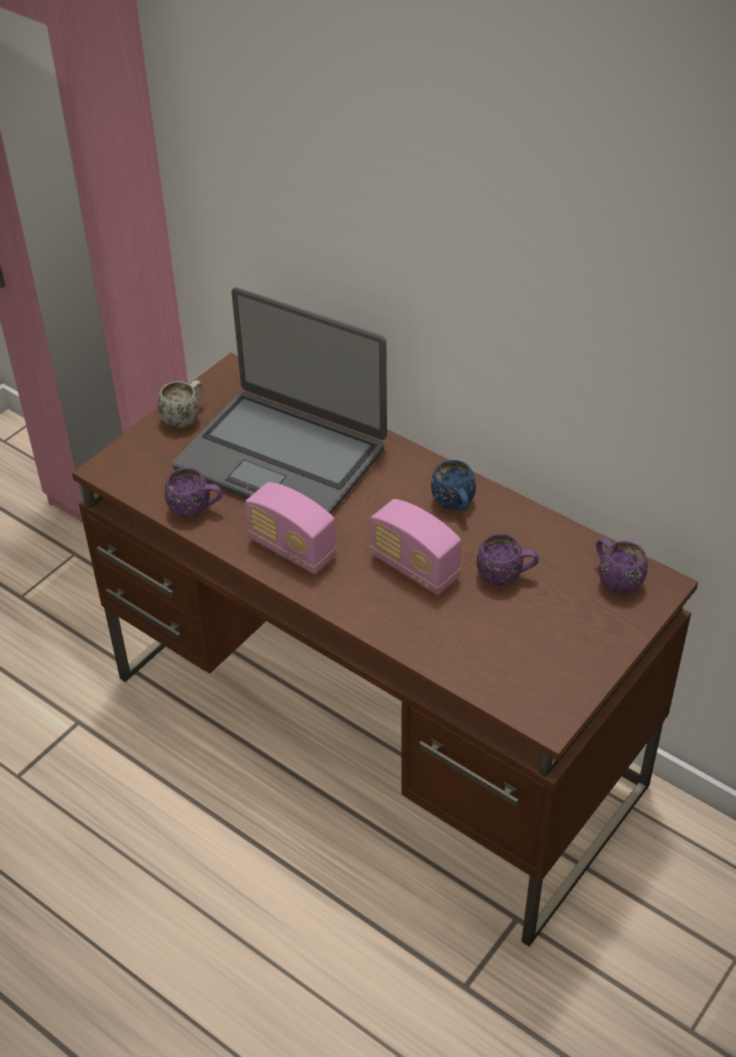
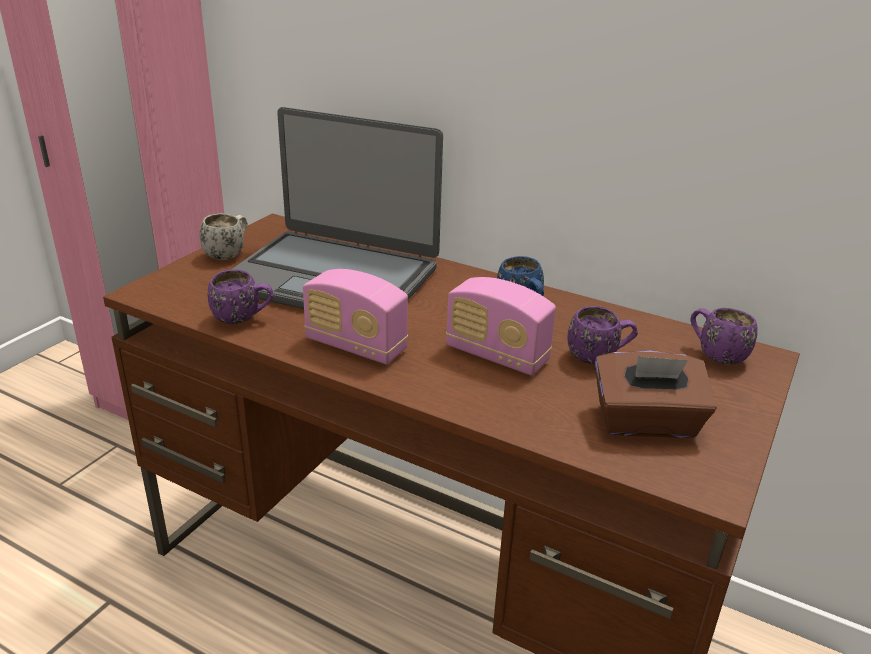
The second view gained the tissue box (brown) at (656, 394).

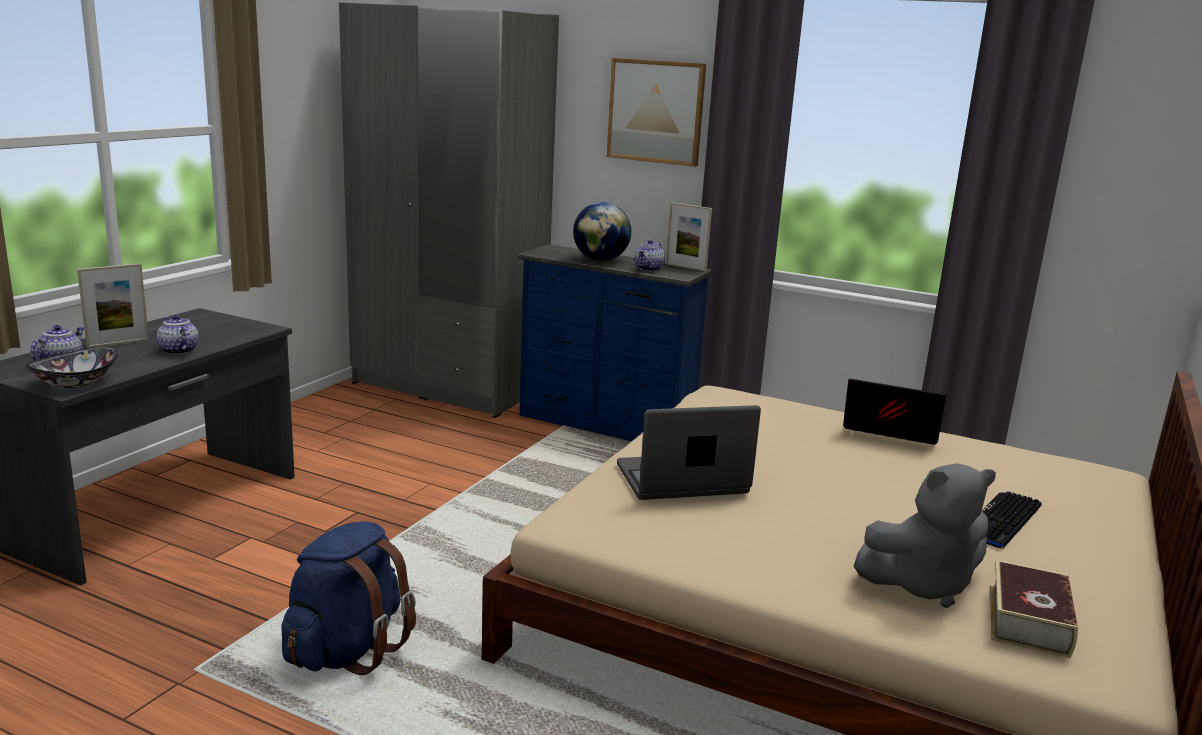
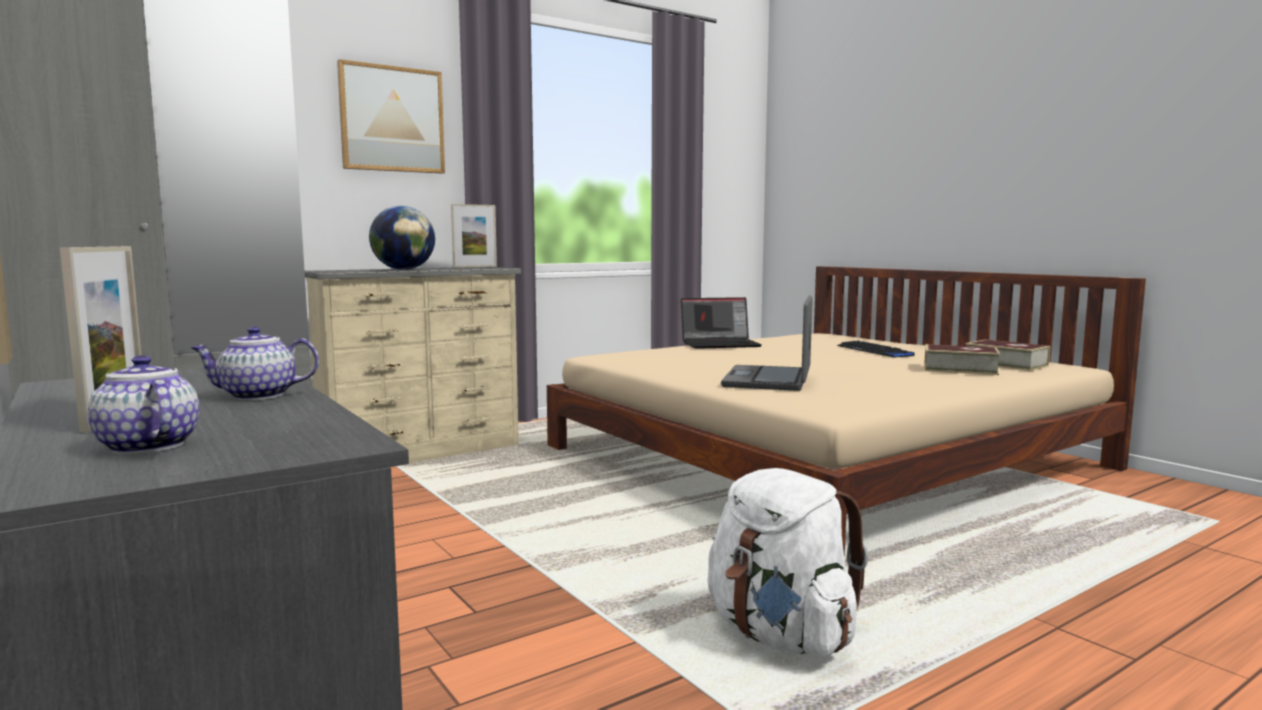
The second view lost the bowl at (72, 367).
What was the backpack (blue) at (348, 598) turned into the backpack (white) at (787, 562).
What was the dresser (blue) at (615, 342) turned into the dresser (beige) at (413, 365).
The second view lost the teapot at (650, 255).
The laptop at (894, 412) ended up facing another way, 150 degrees counterclockwise from before.
Where the plush toy (grey) stood at (925, 535), the book came to stand at (962, 359).

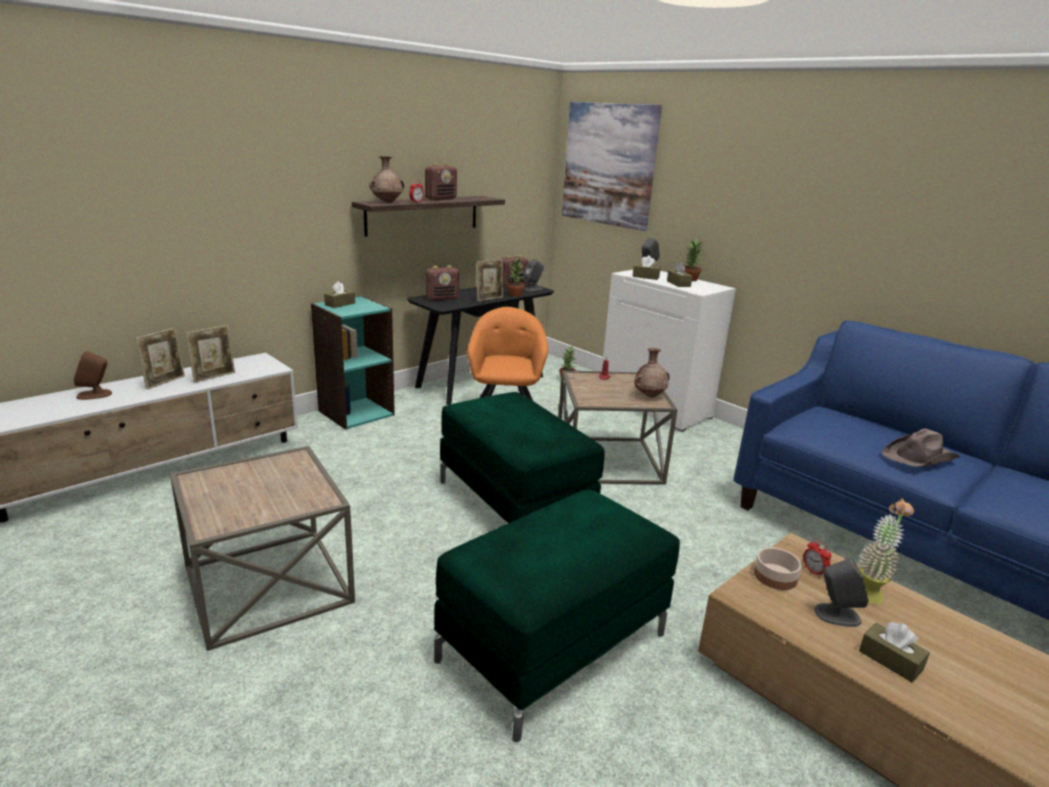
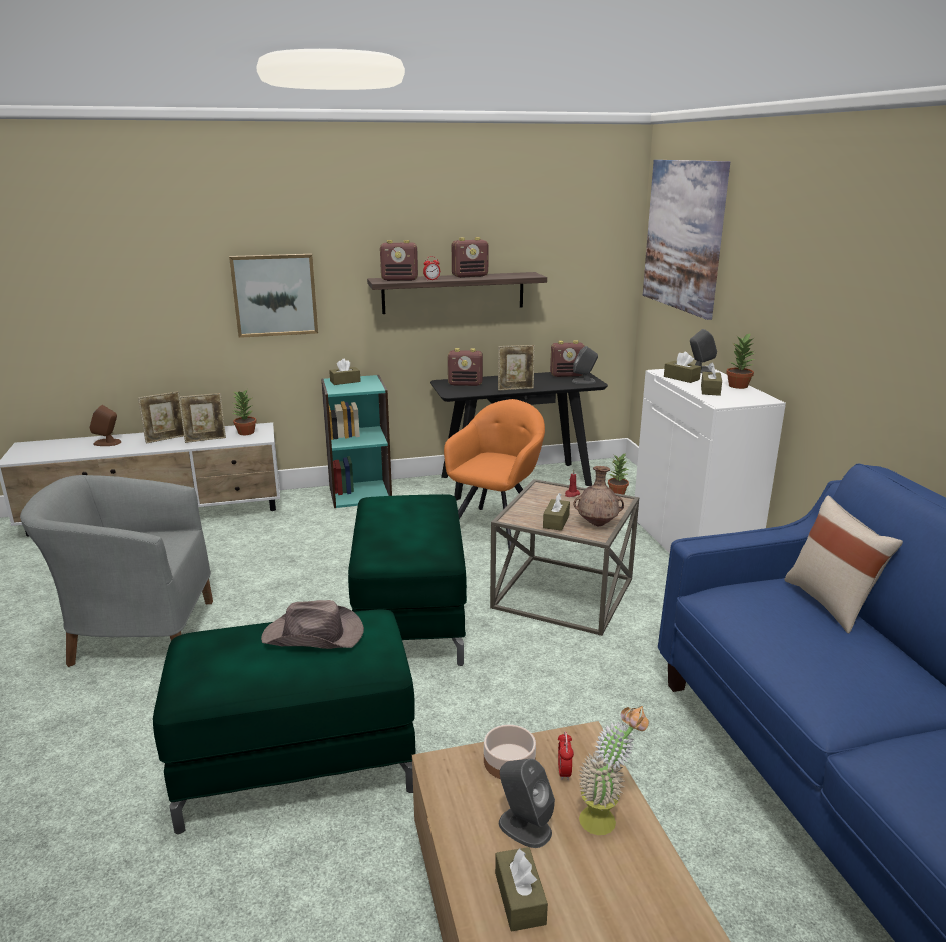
Where the side table (brown) stood at (262, 548), the armchair (grey) came to stand at (116, 571).
Where the vase (brown) stood at (386, 179), the radio came to stand at (399, 260).
The potted plant ended up elsewhere, having gone from (516, 278) to (245, 412).
The hat (brown) ended up elsewhere, having gone from (920, 447) to (312, 624).
The second view gained the picture at (273, 296).
The second view gained the tissue box (brown) at (556, 512).
The second view gained the pillow (beige) at (844, 564).

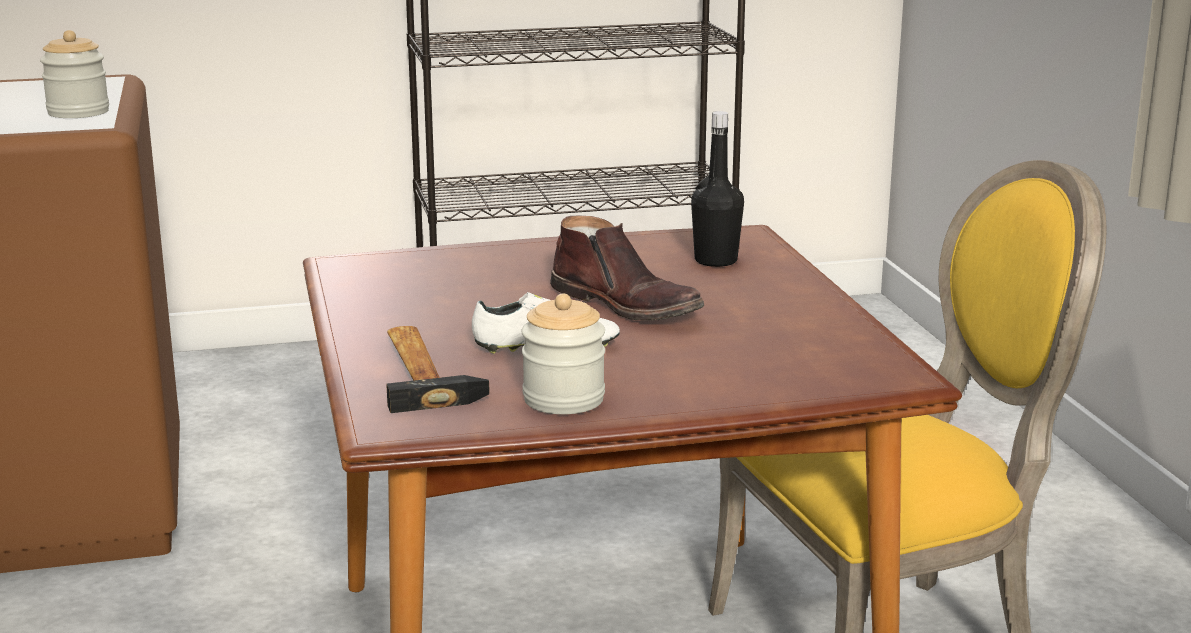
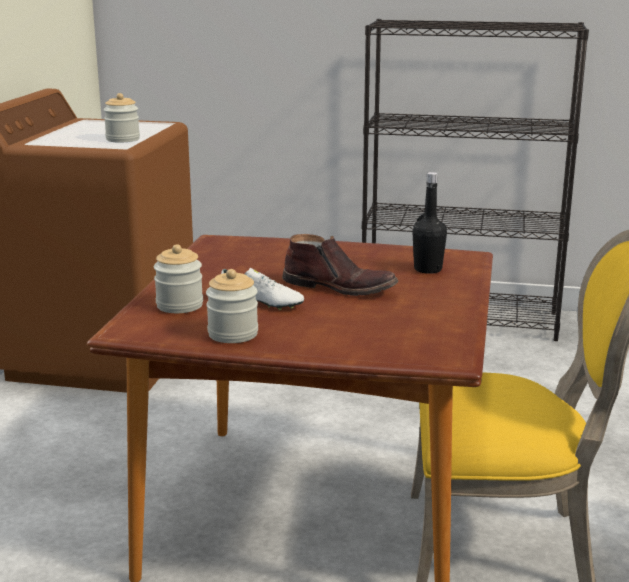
Where the hammer stood at (437, 369), the jar came to stand at (178, 278).
The boot (brown) at (627, 268) ended up facing another way, 45 degrees counterclockwise from before.

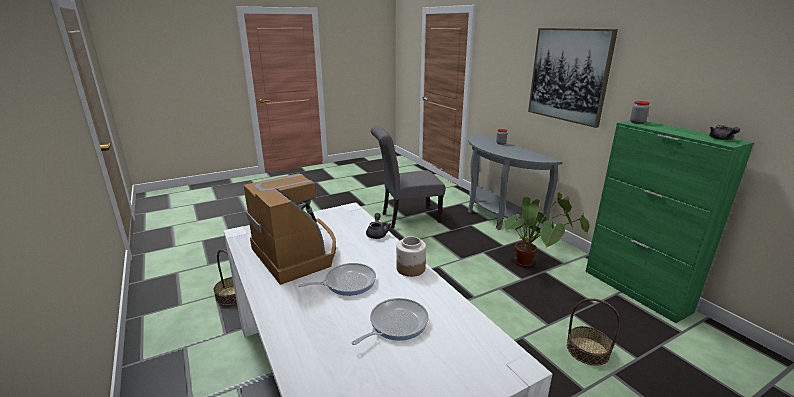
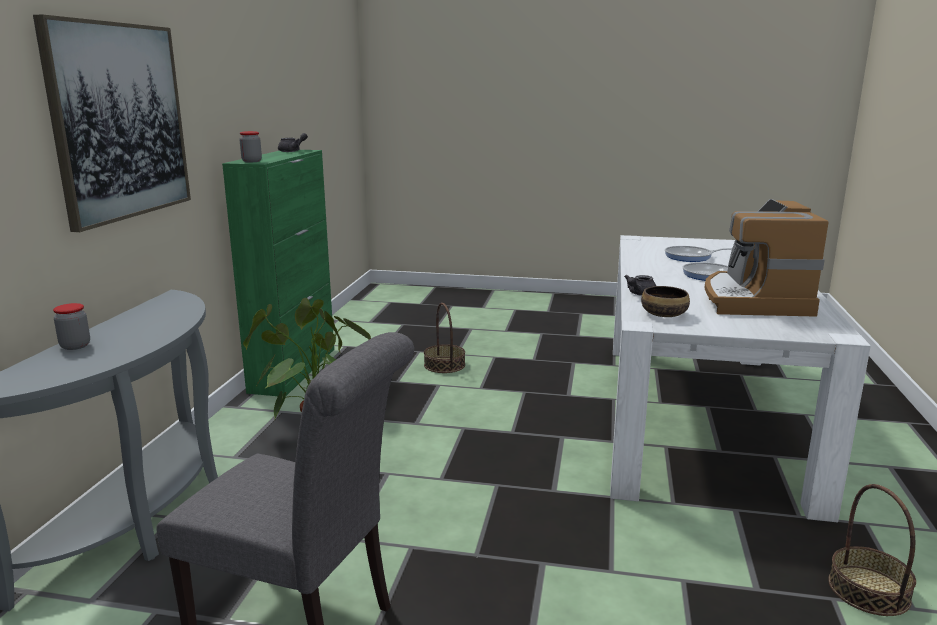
The second view lost the jar at (411, 256).
The second view gained the bowl at (665, 301).

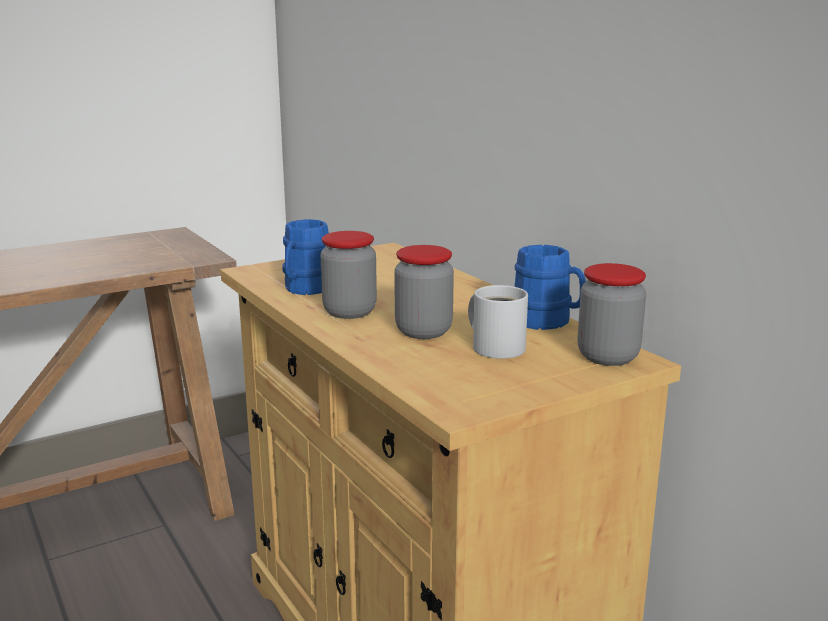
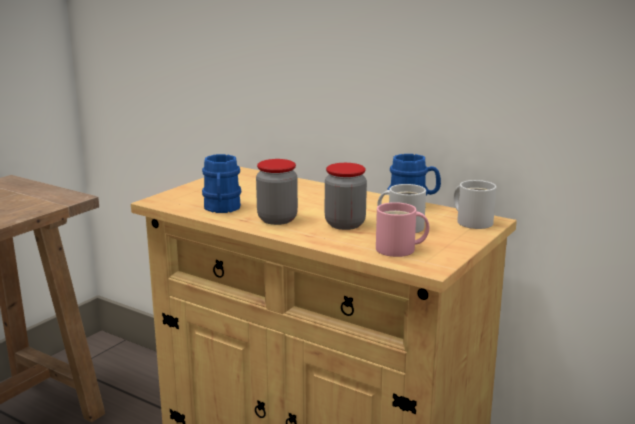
Where the jar stood at (611, 314), the mug (white) came to stand at (475, 204).
The second view gained the mug (pink) at (402, 229).

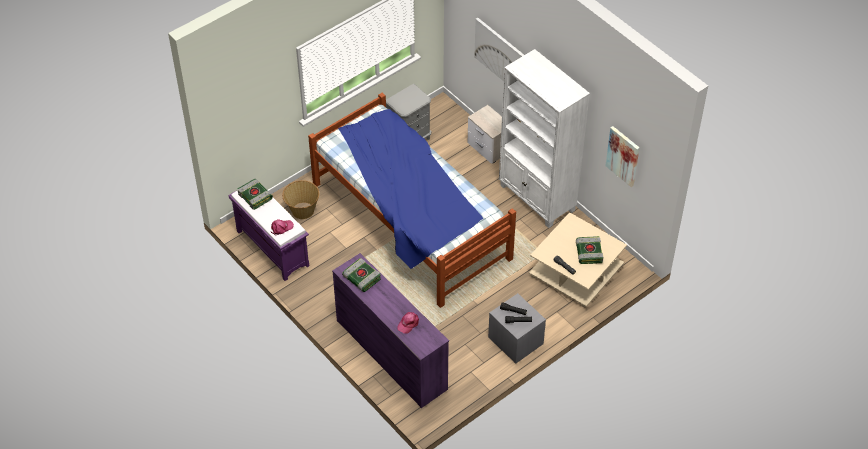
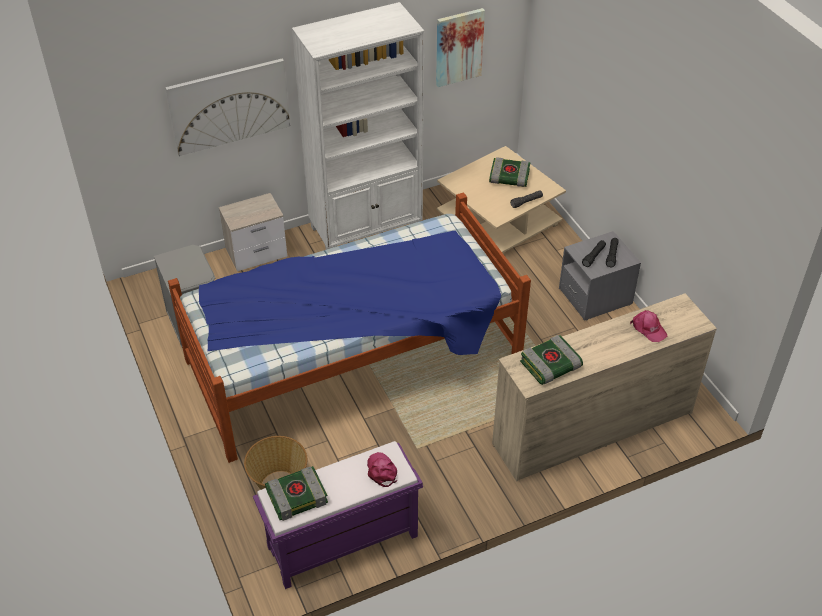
What was the dresser (purple) at (390, 330) turned into the dresser (beige) at (604, 387).

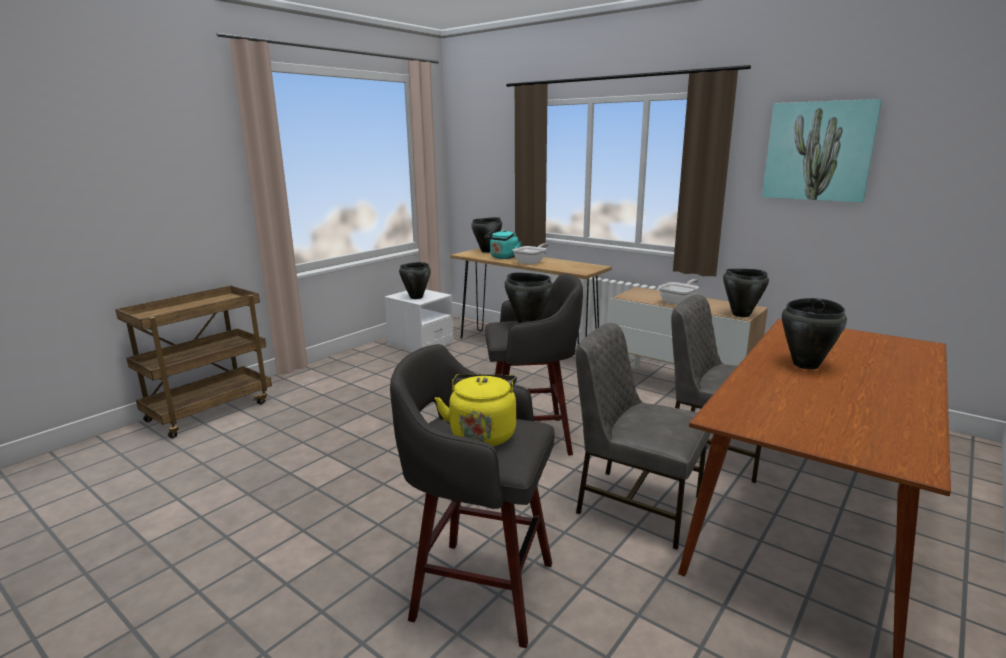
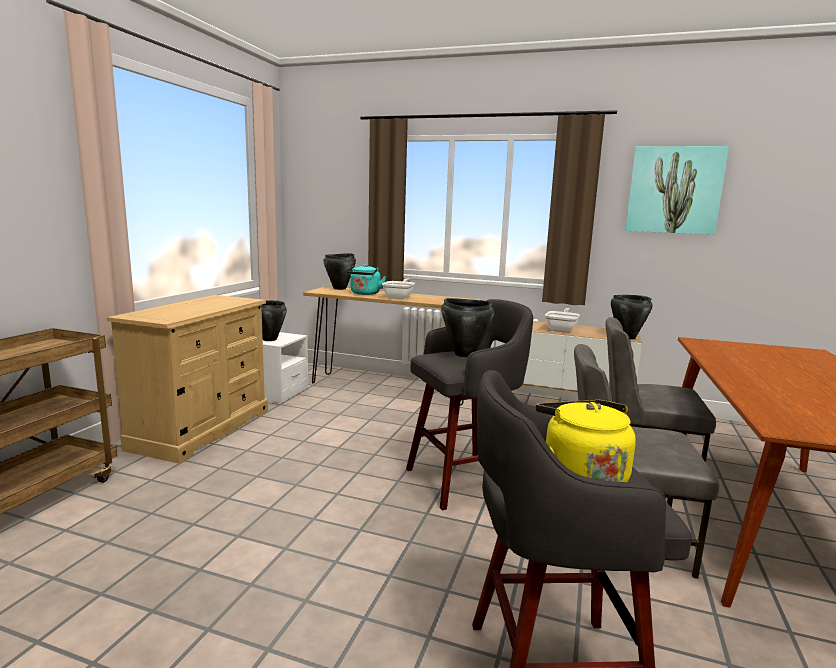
The second view lost the cooking pot (black) at (814, 333).
The second view gained the dresser (beige) at (187, 379).

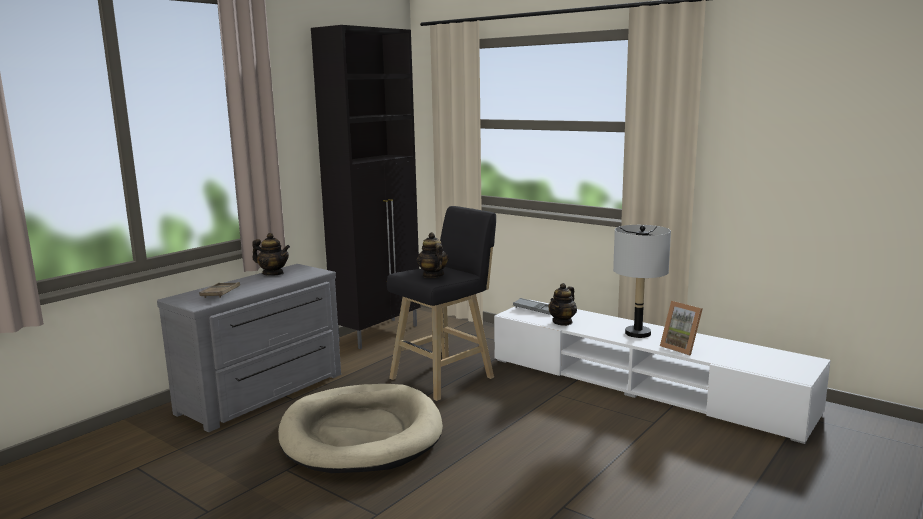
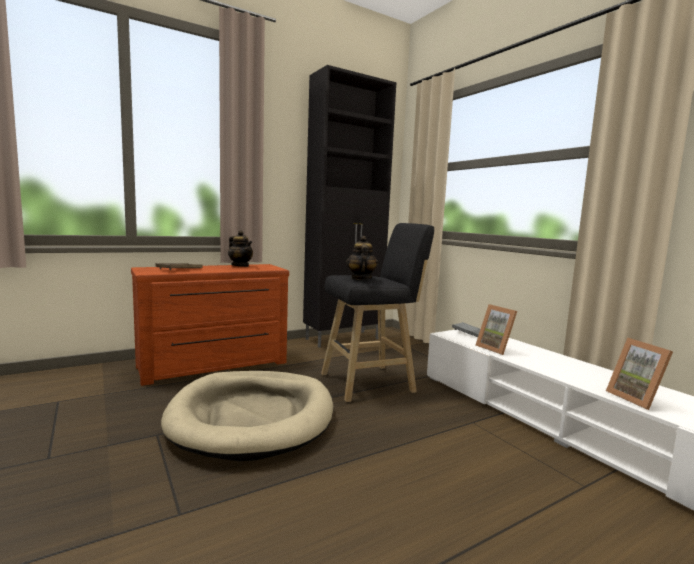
What was the dresser (grey) at (249, 348) turned into the dresser (brown) at (210, 325).
Where the teapot stood at (562, 304), the picture frame came to stand at (496, 329).
The second view lost the table lamp (grey) at (642, 281).

